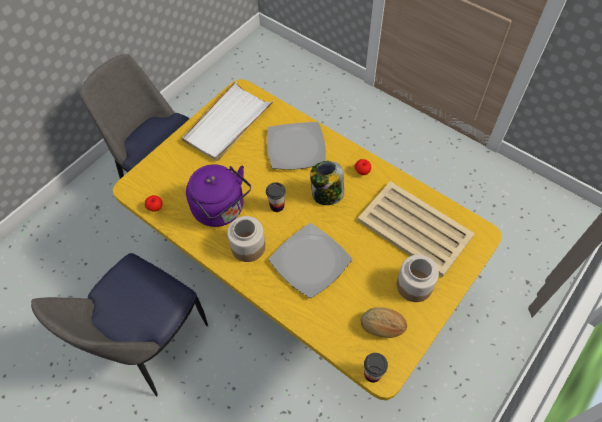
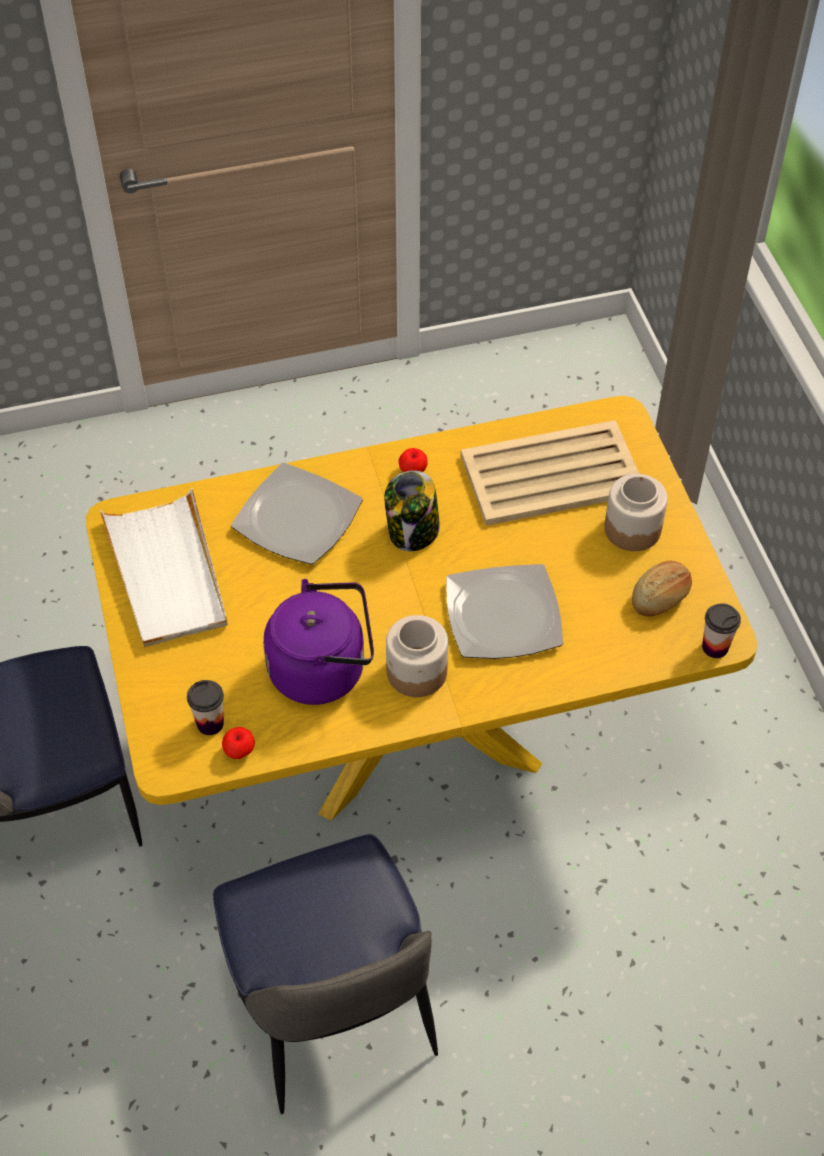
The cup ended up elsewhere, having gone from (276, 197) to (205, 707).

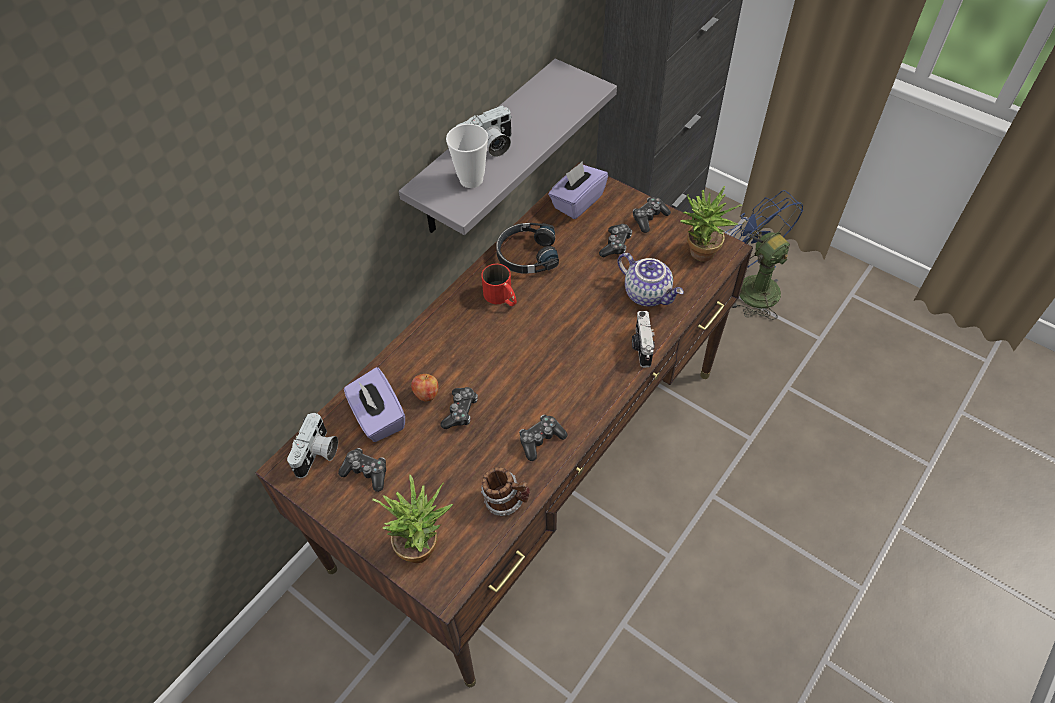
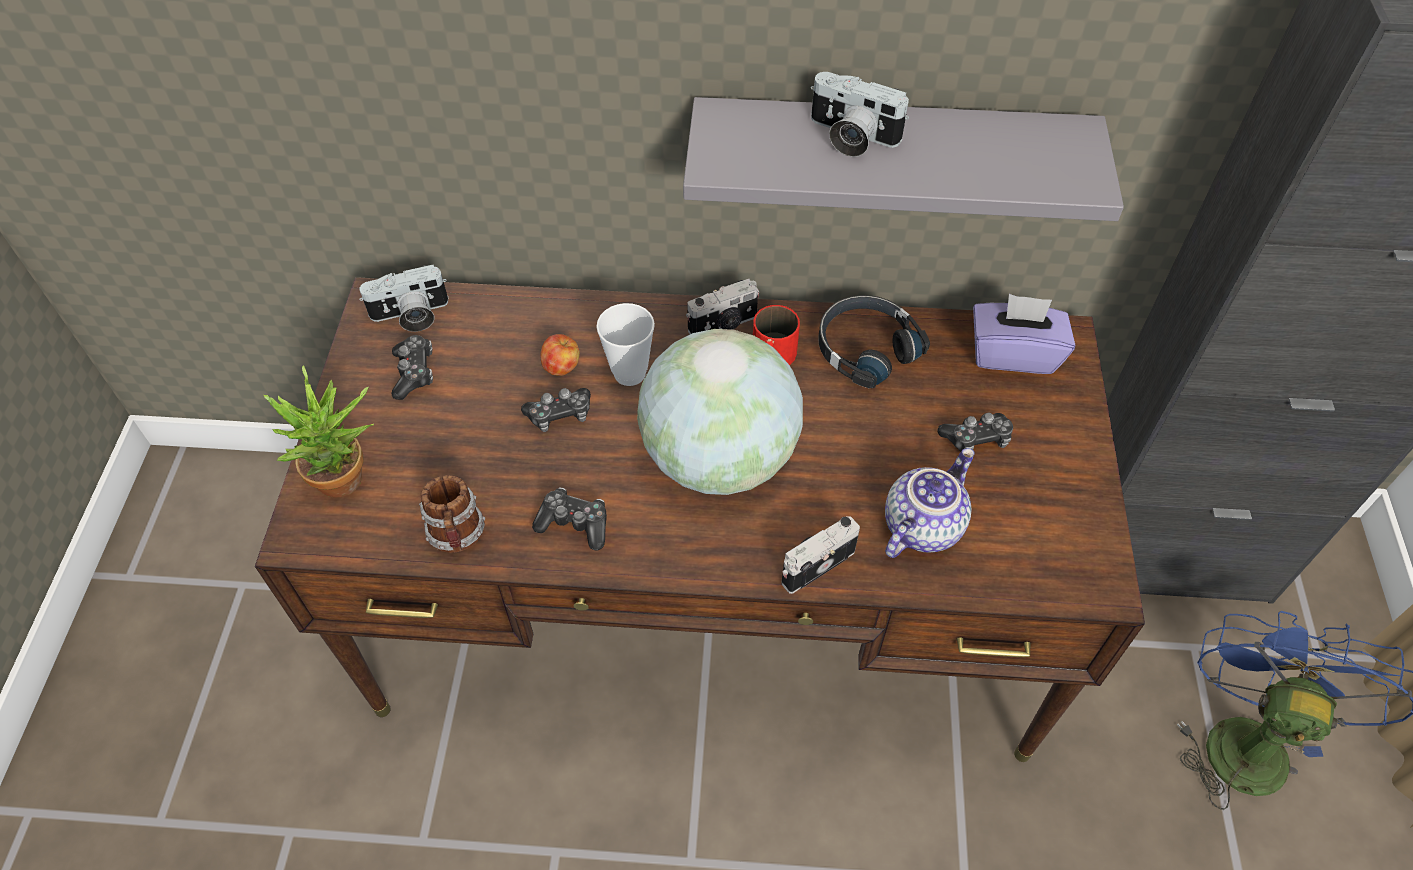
The second view lost the tissue box (purple) at (374, 404).
The cup ended up elsewhere, having gone from (467, 156) to (625, 344).
The teapot at (650, 280) ended up facing another way, 150 degrees counterclockwise from before.
The second view lost the game controller at (652, 215).
The second view lost the potted plant at (711, 223).
The second view gained the globe at (720, 412).
The second view gained the photo camera at (723, 306).

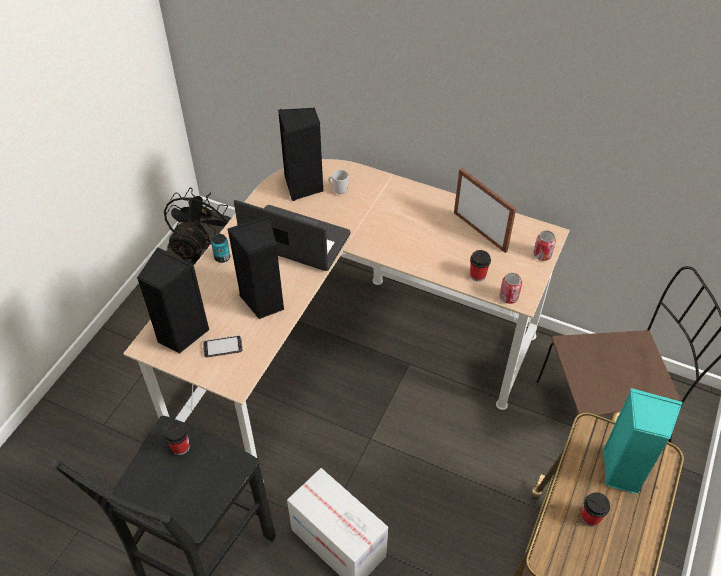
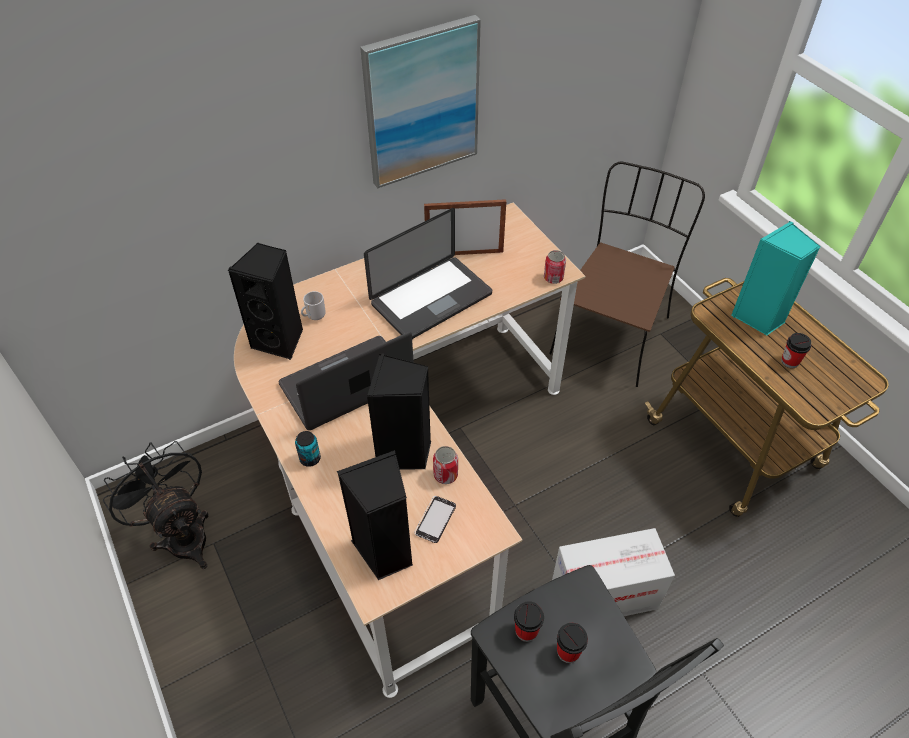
The cup ended up elsewhere, having gone from (480, 266) to (572, 643).
The can ended up elsewhere, having gone from (544, 246) to (445, 465).
The second view gained the picture at (420, 101).
The second view gained the laptop at (428, 273).

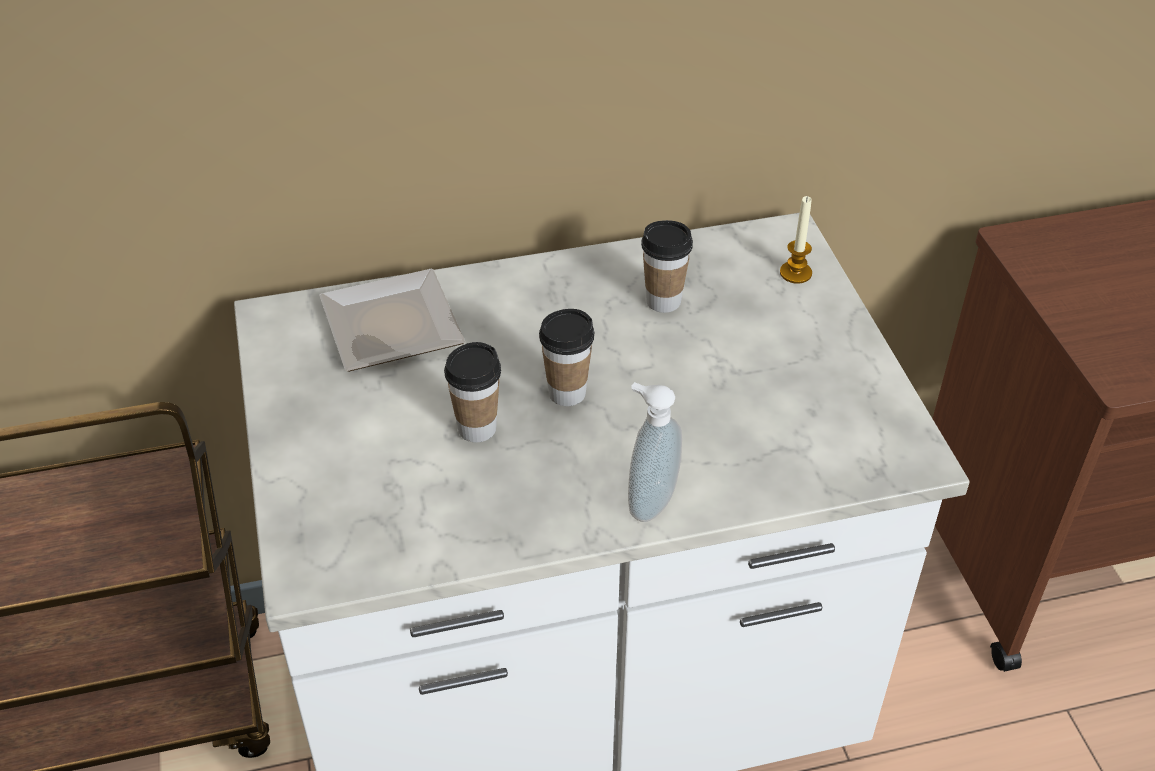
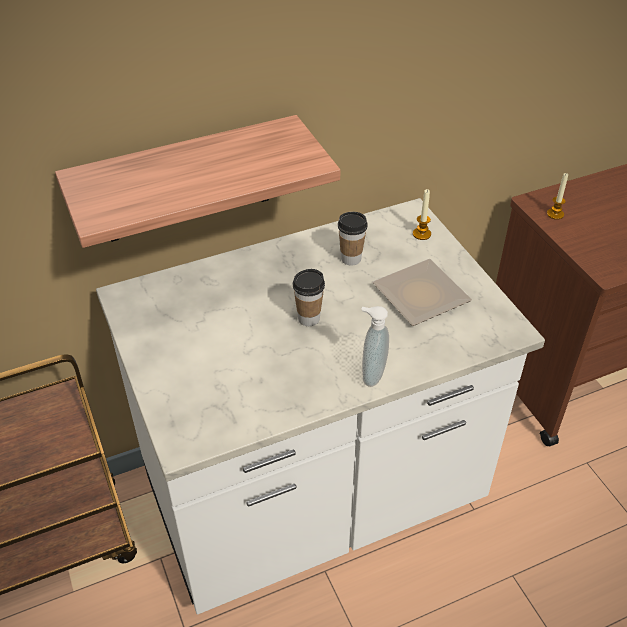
The plate ended up elsewhere, having gone from (392, 320) to (422, 292).
The second view lost the cup at (472, 392).
The second view gained the shelf at (198, 181).
The second view gained the candle at (557, 196).

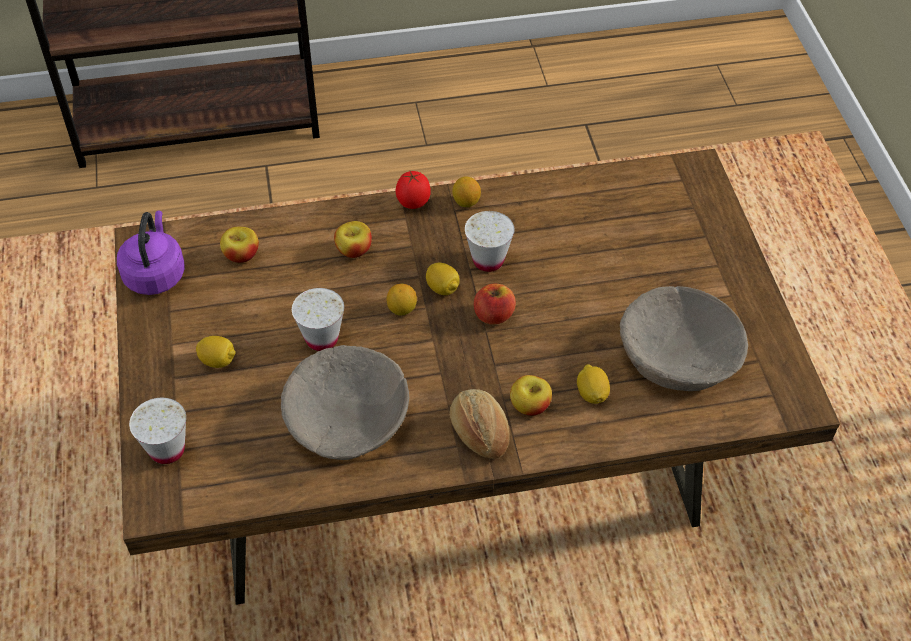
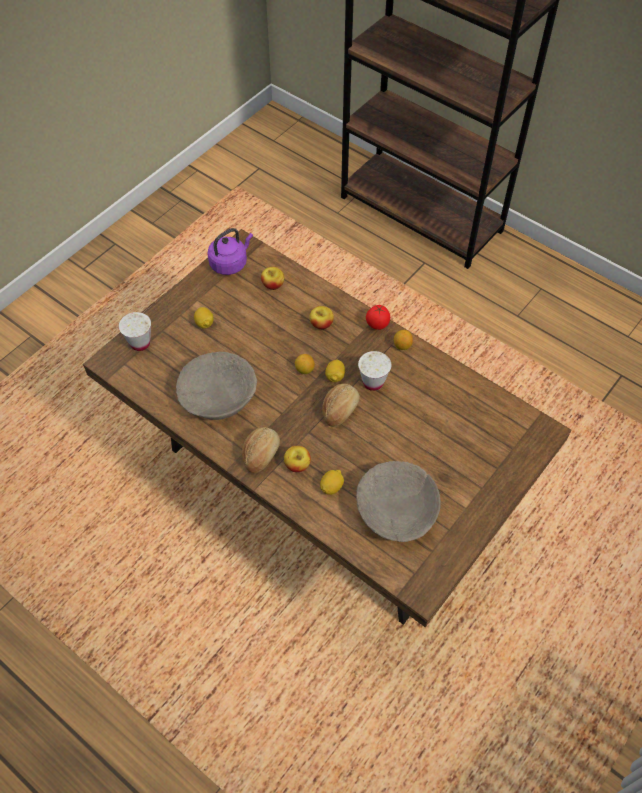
The second view lost the cup (white) at (318, 319).
Where the apple stood at (495, 303), the bread came to stand at (341, 405).

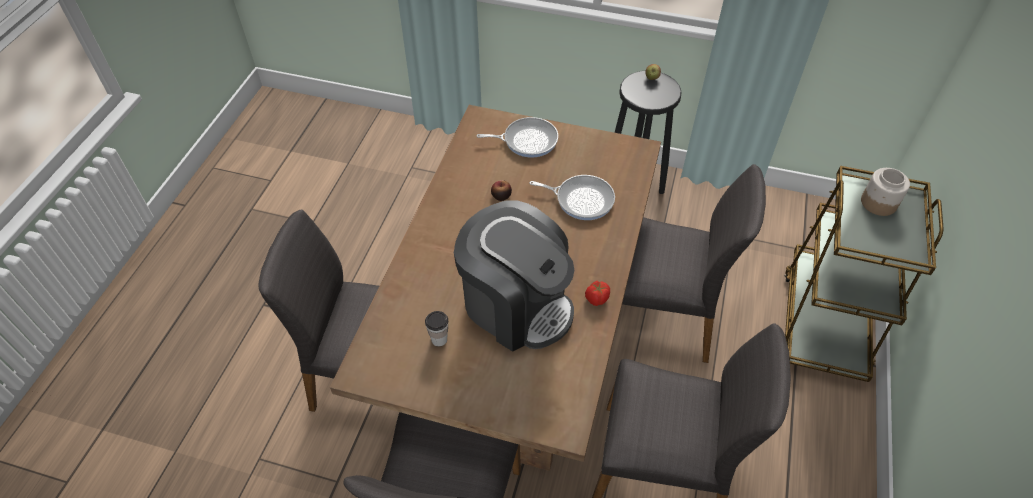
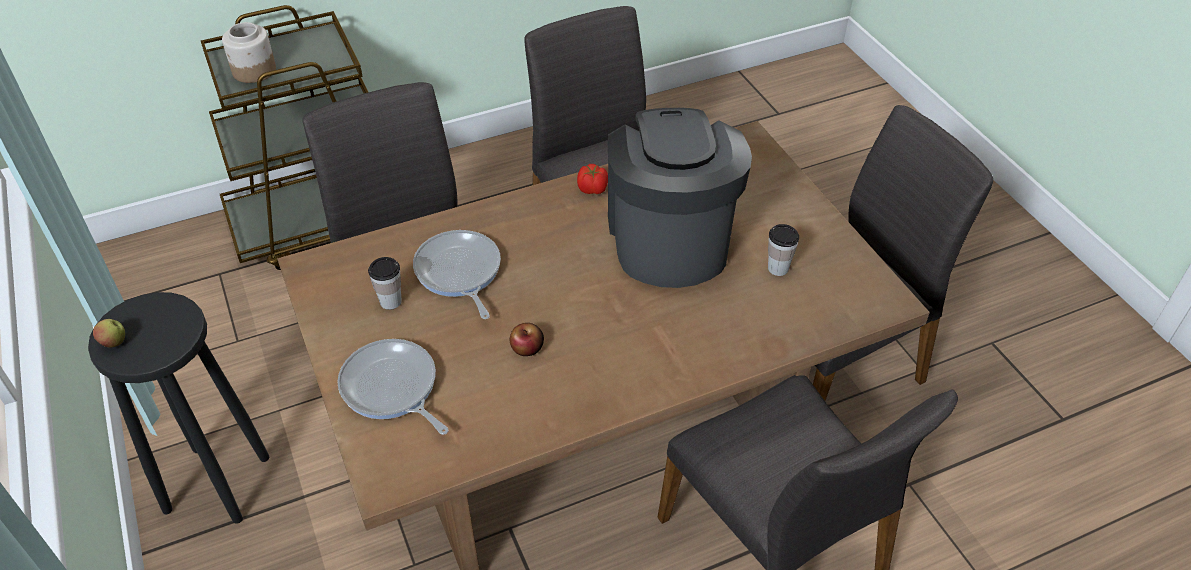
The second view gained the cup at (385, 283).

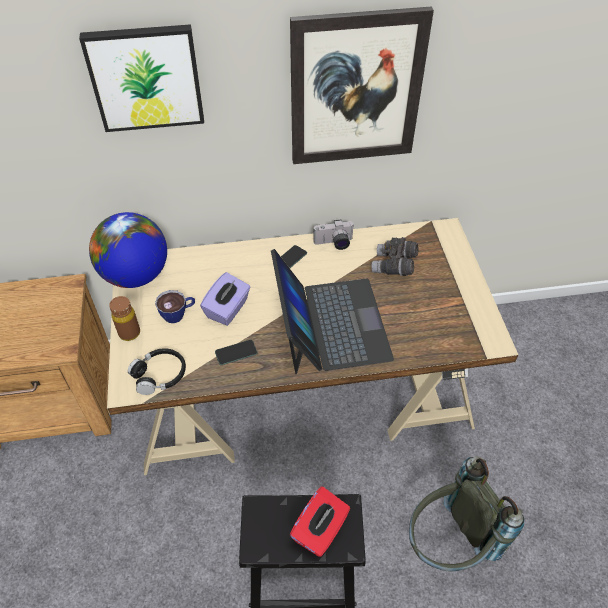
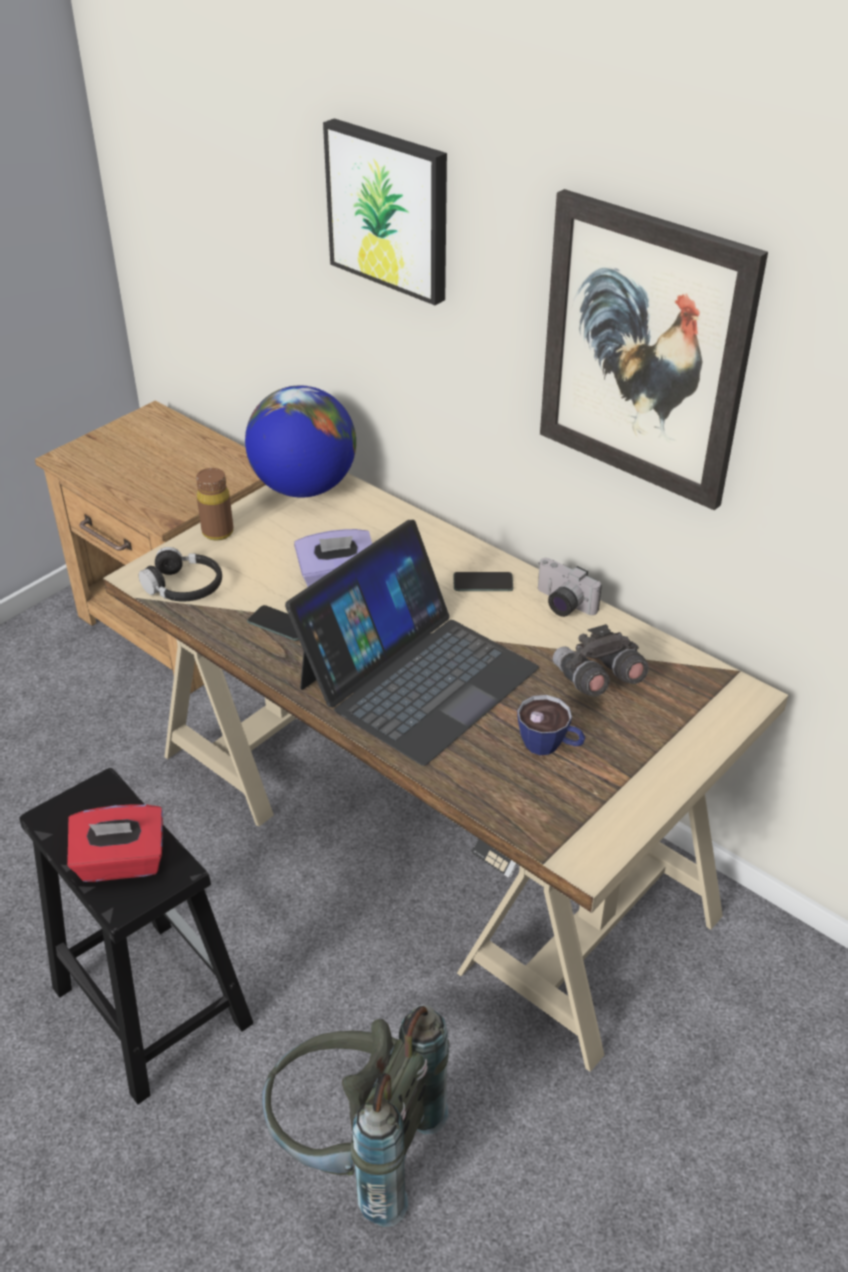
The cup ended up elsewhere, having gone from (175, 306) to (551, 725).

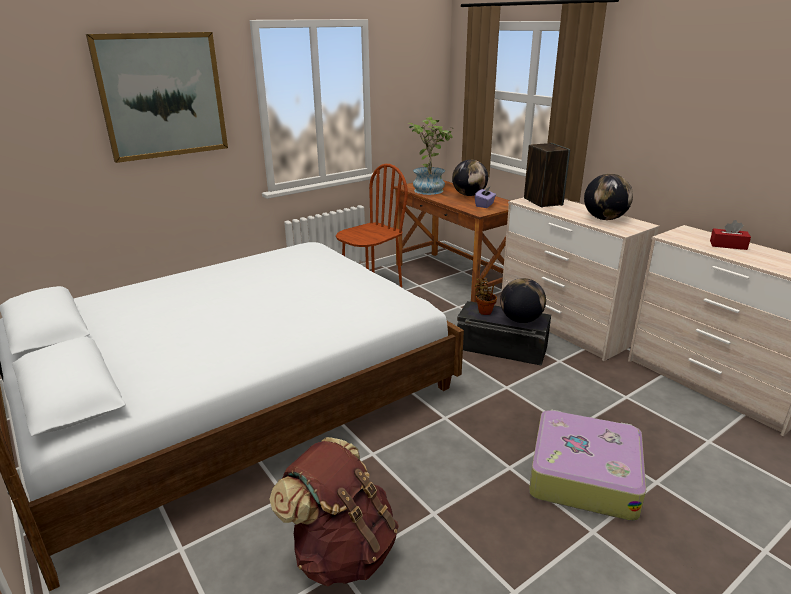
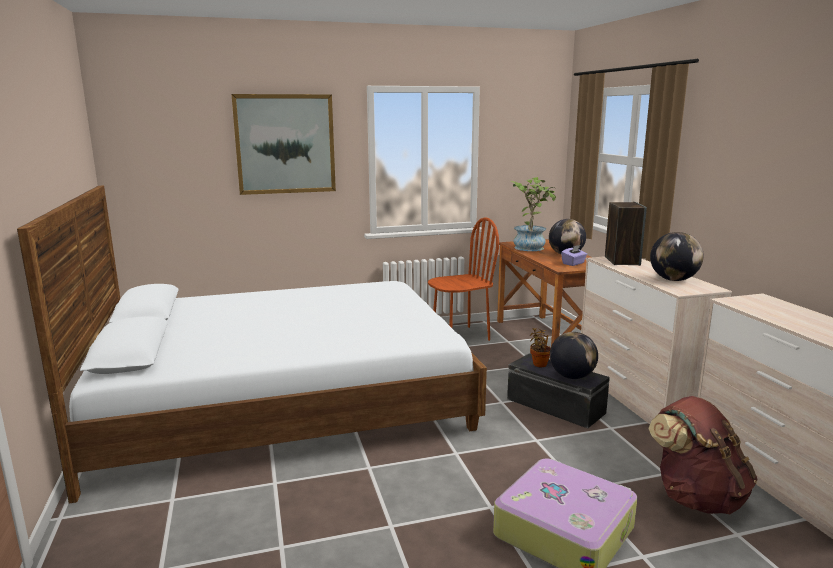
The backpack (brown) ended up elsewhere, having gone from (334, 512) to (703, 455).
The second view lost the tissue box (red) at (730, 235).

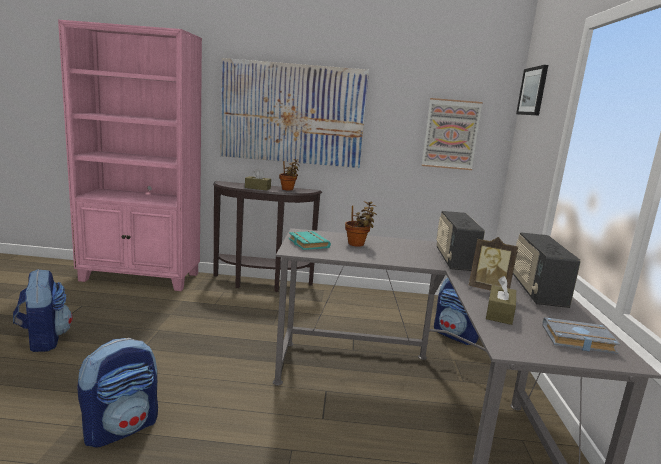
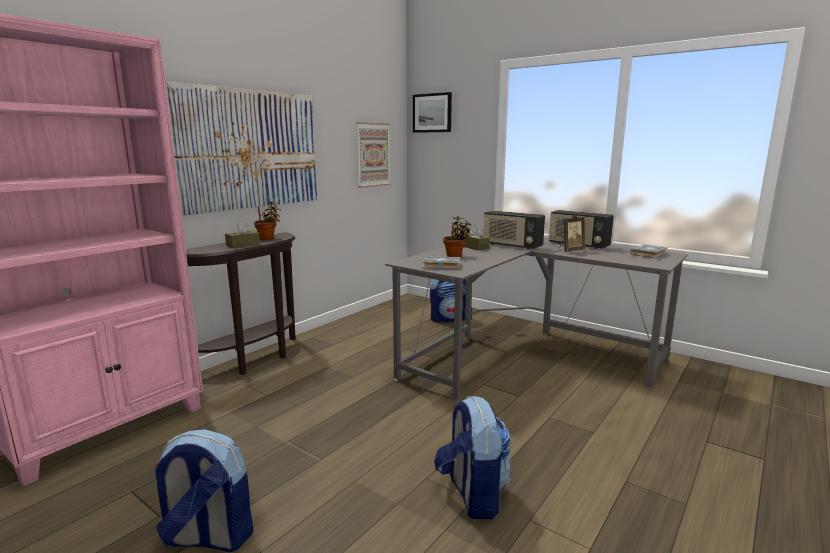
What was the book (turquoise) at (310, 240) turned into the book (grey) at (441, 263).
The tissue box (brown) ended up elsewhere, having gone from (501, 300) to (476, 238).

